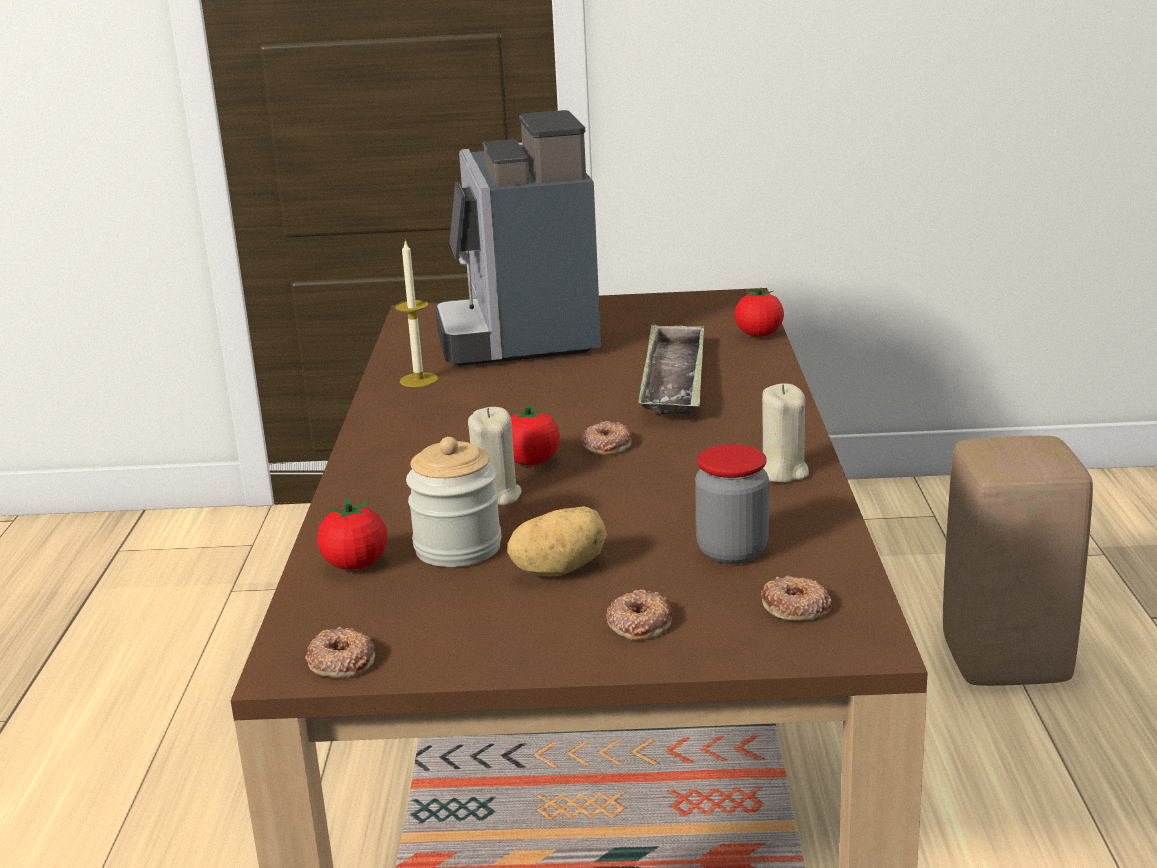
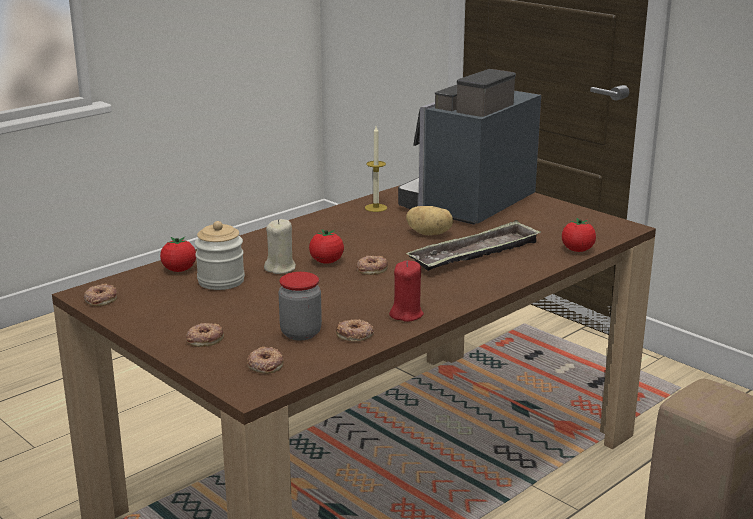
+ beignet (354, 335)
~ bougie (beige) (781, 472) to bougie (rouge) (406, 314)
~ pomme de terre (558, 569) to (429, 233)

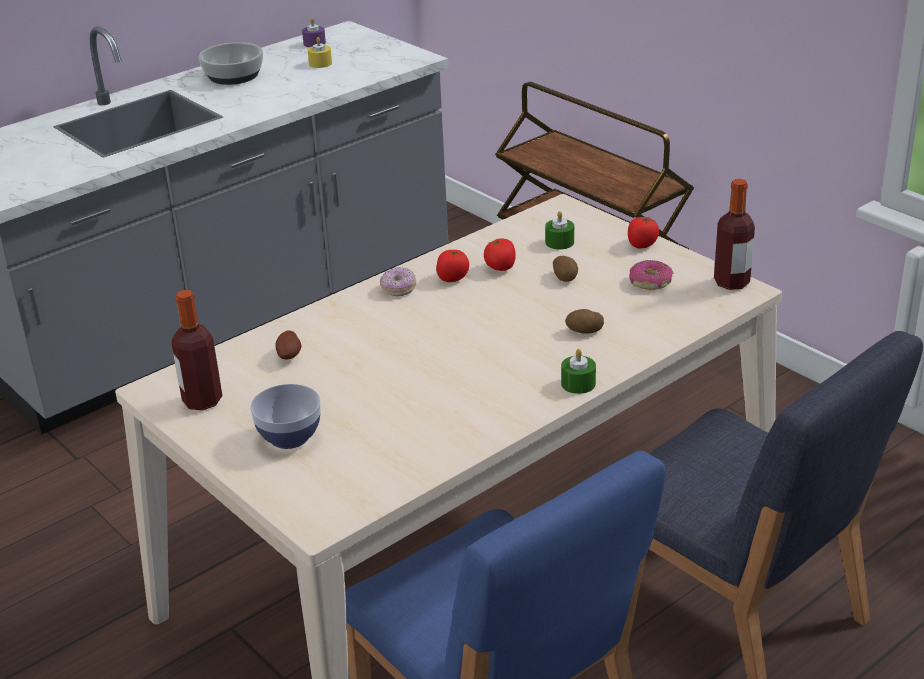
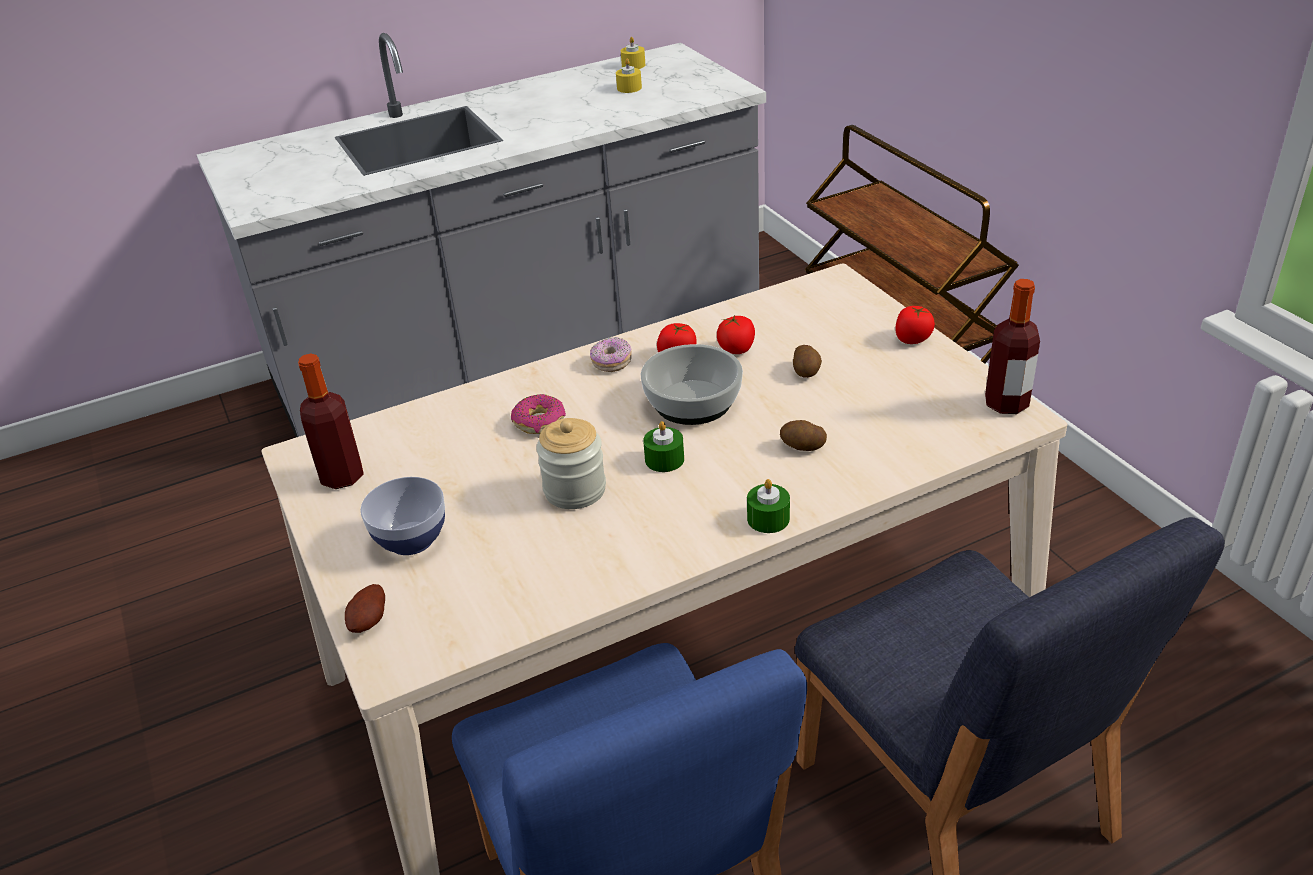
~ pomme de terre (290, 355) to (370, 621)
~ beignet (651, 282) to (539, 422)
+ bocal (575, 490)
~ bougie (violet) (314, 43) to bougie (jaune) (633, 65)
~ bol (233, 76) to (692, 403)
~ bougie (vert) (559, 242) to (664, 459)

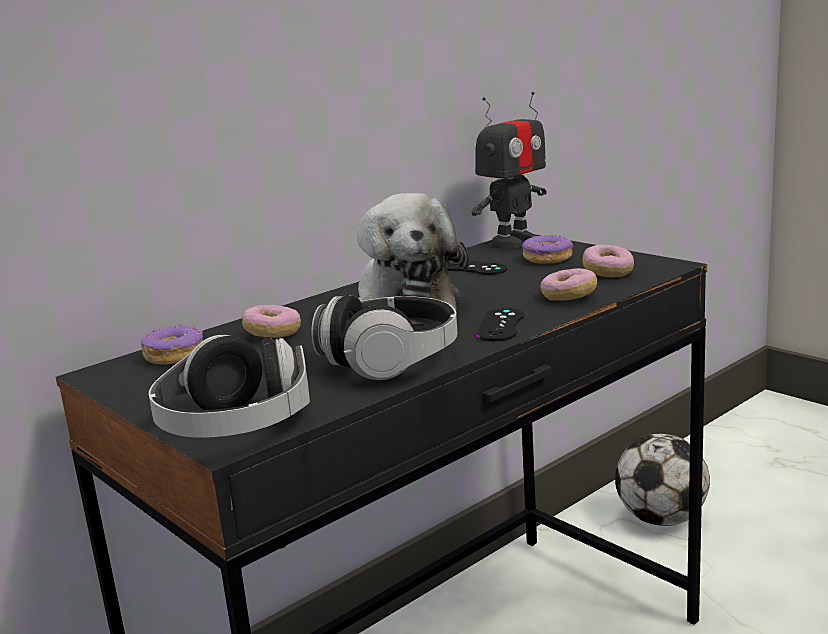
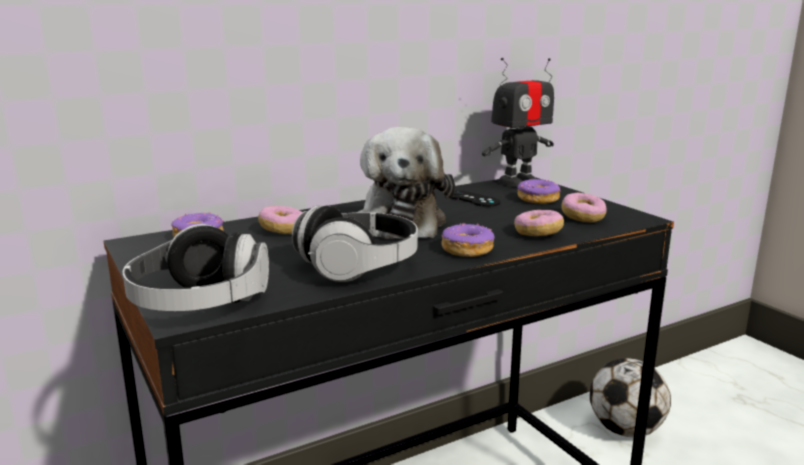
~ manette (noir) (500, 325) to beignet (466, 249)

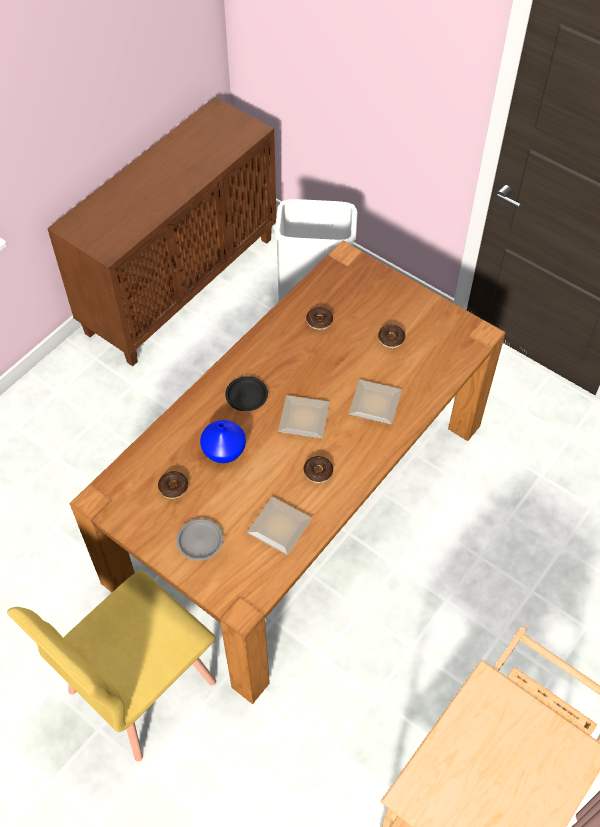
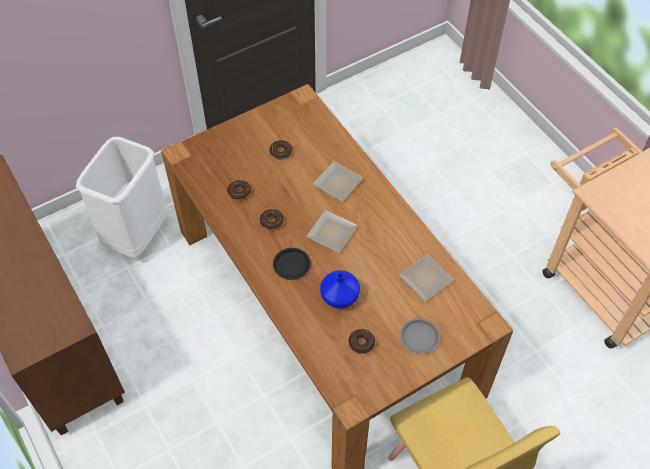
~ beignet (318, 472) to (272, 222)

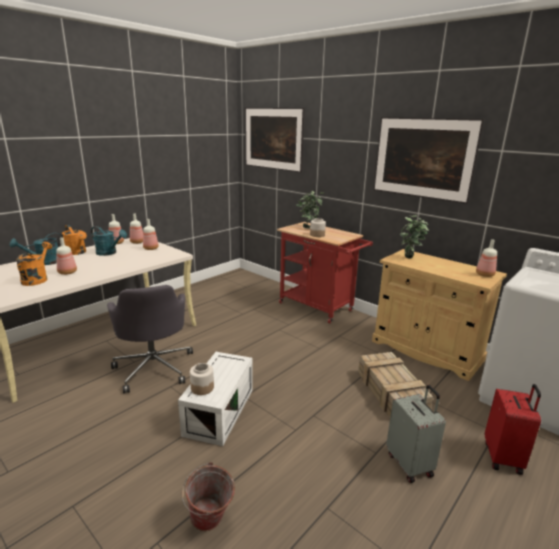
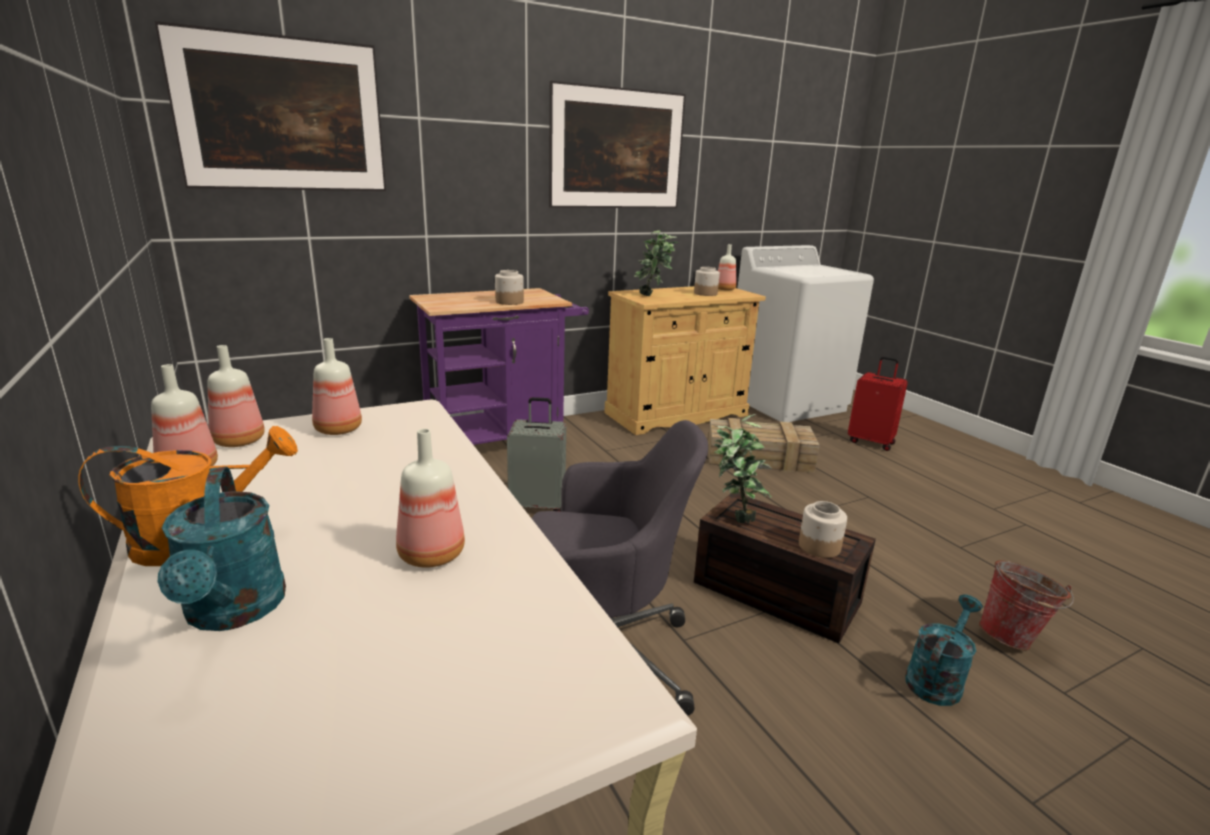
~ chariot (rouge) (319, 308) to chariot (violet) (503, 441)
~ valise (gris) (410, 464) to (538, 506)
+ bocal (706, 293)
~ boîte de rangement (blanc) (218, 410) to boîte de rangement (marron) (773, 592)
~ plante en pot (308, 227) to (735, 516)
~ arrosoir (turquoise) (109, 253) to (936, 679)
- arrosoir (orange) (37, 279)

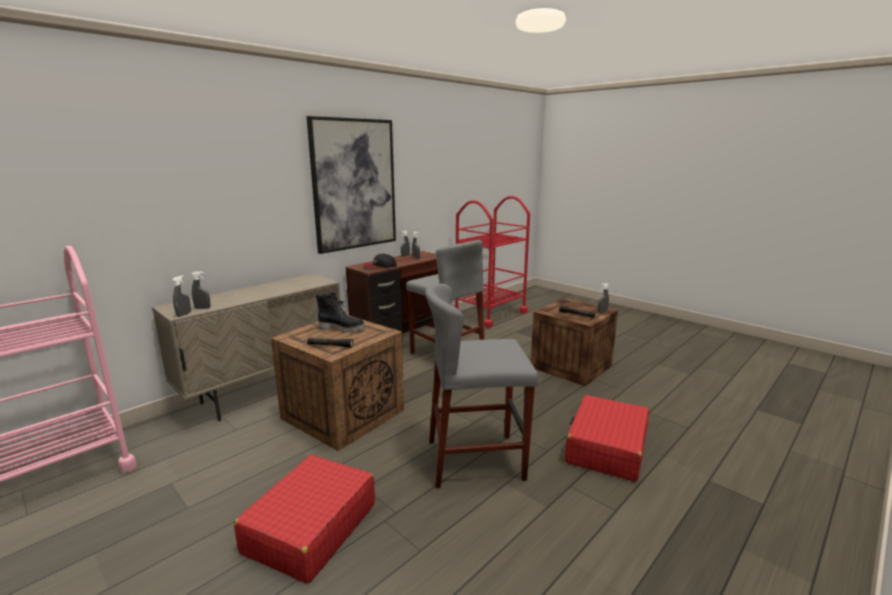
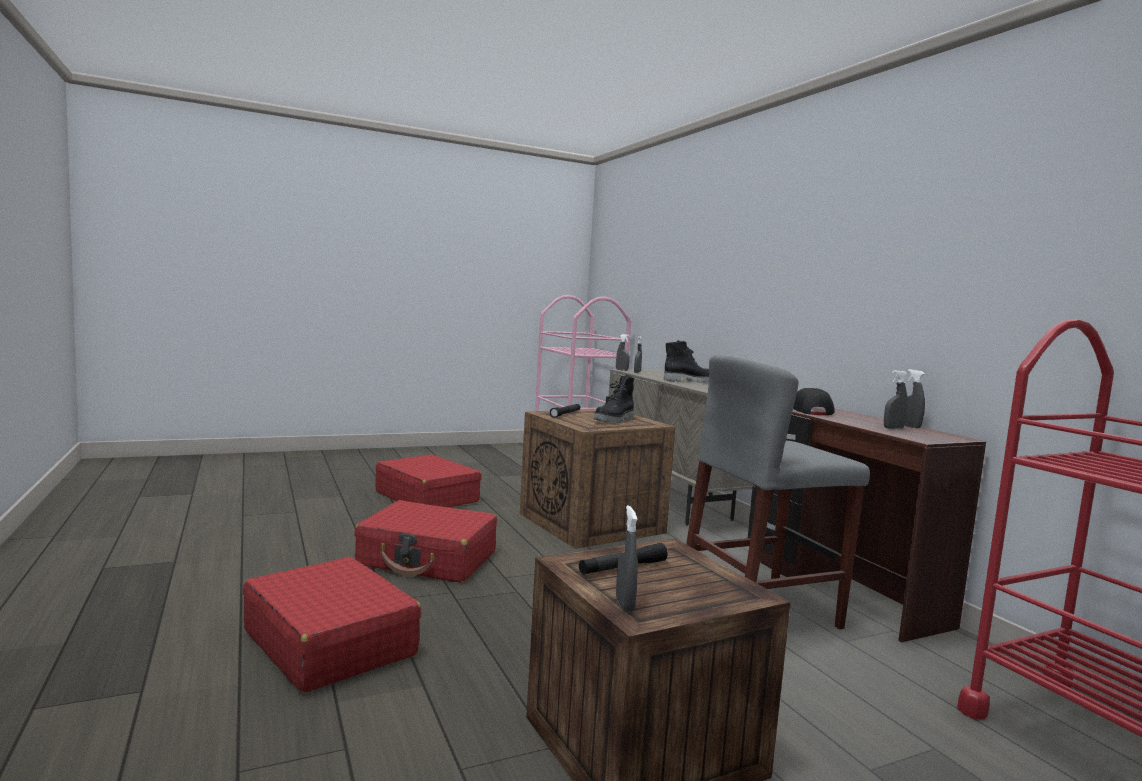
~ tabouret (gris) (475, 460) to valise (rouge) (428, 559)
+ botte (noir) (690, 381)
- tableau (354, 184)

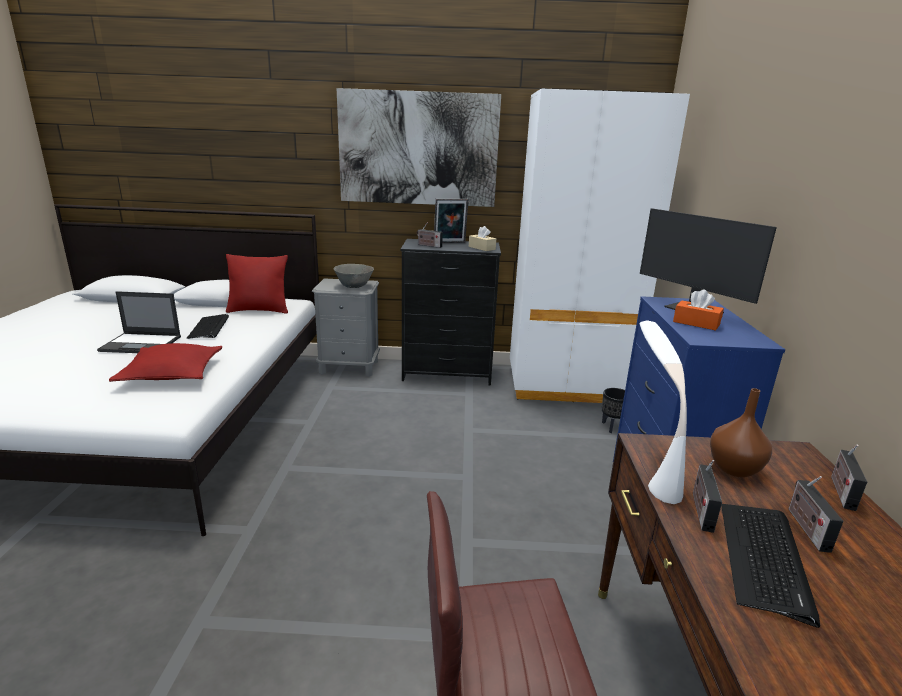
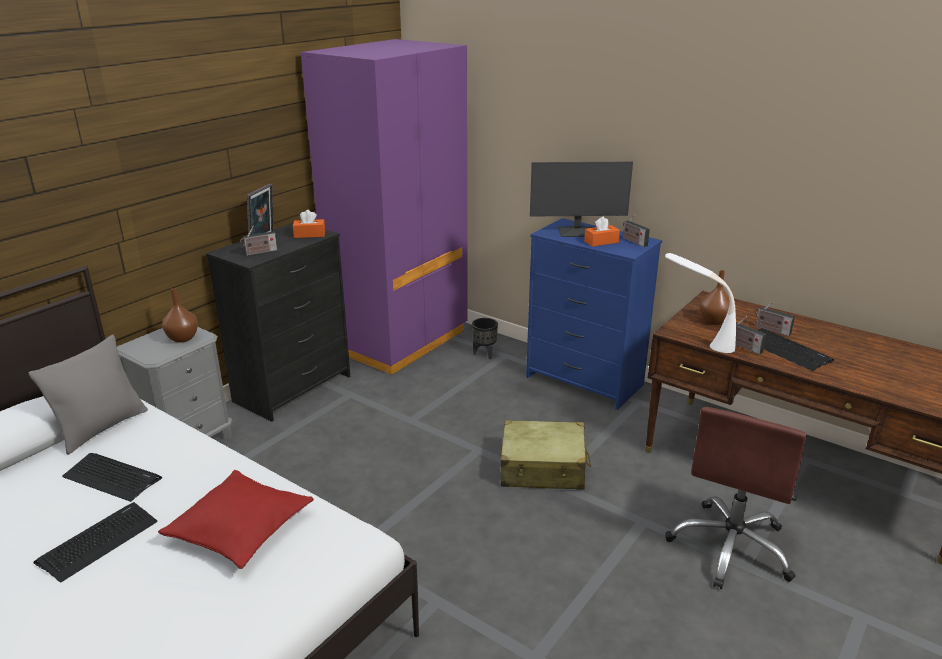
~ coussin (rouge) (259, 310) to coussin (gris) (101, 428)
~ ordinateur portable (142, 344) to clavier (98, 541)
~ bol (gris) (354, 286) to vase (marron) (182, 338)
~ boîte à mouchoirs (beige) (482, 248) to boîte à mouchoirs (orange) (309, 234)
~ armoire (blanc) (566, 385) to armoire (violet) (400, 341)
+ valise (beige) (543, 468)
~ radio (841, 491) to (633, 241)
- tableau (418, 149)

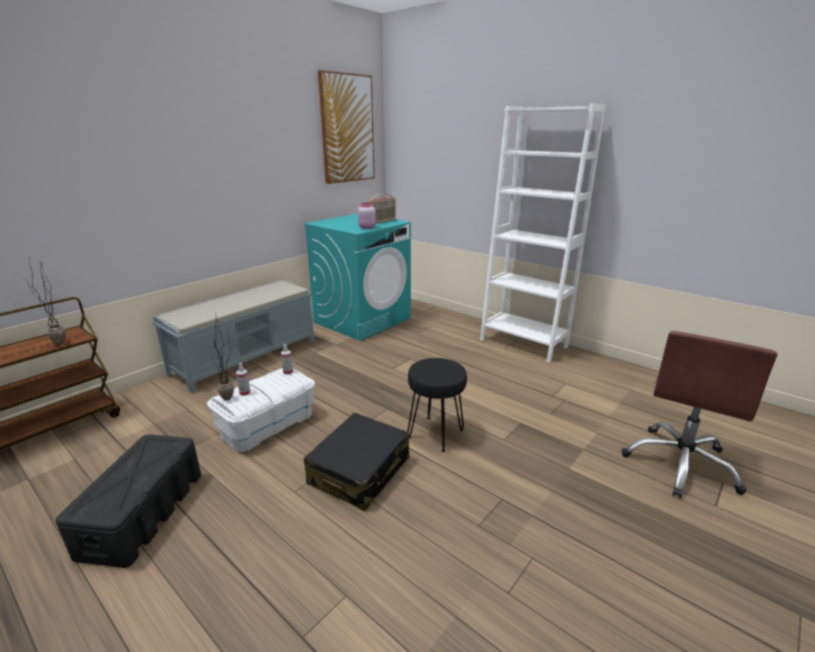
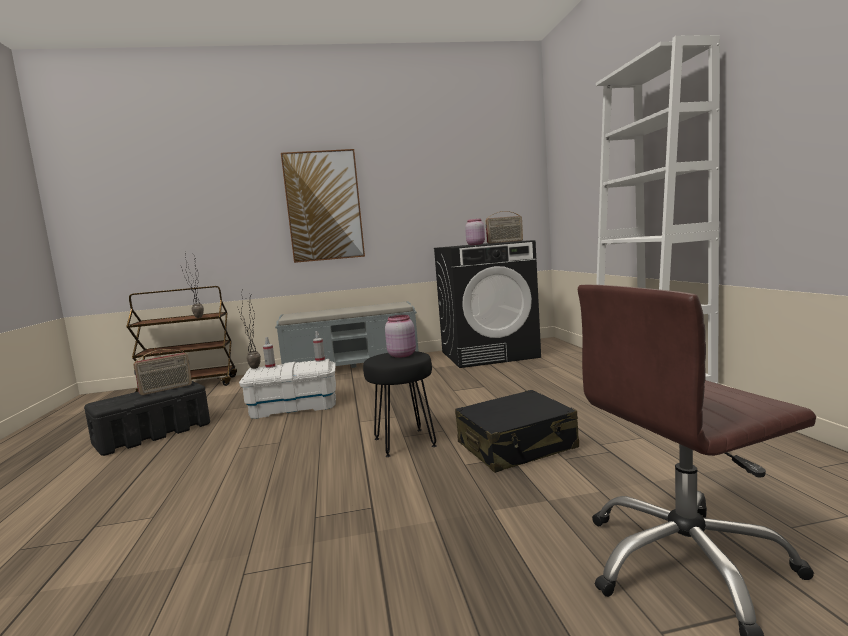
+ radio (166, 389)
~ tableau (347, 129) to (324, 206)
+ bocal (rose) (402, 355)
~ lave-linge (turquoise) (362, 320) to lave-linge (noir) (489, 354)
~ valise (noir) (360, 471) to (516, 446)

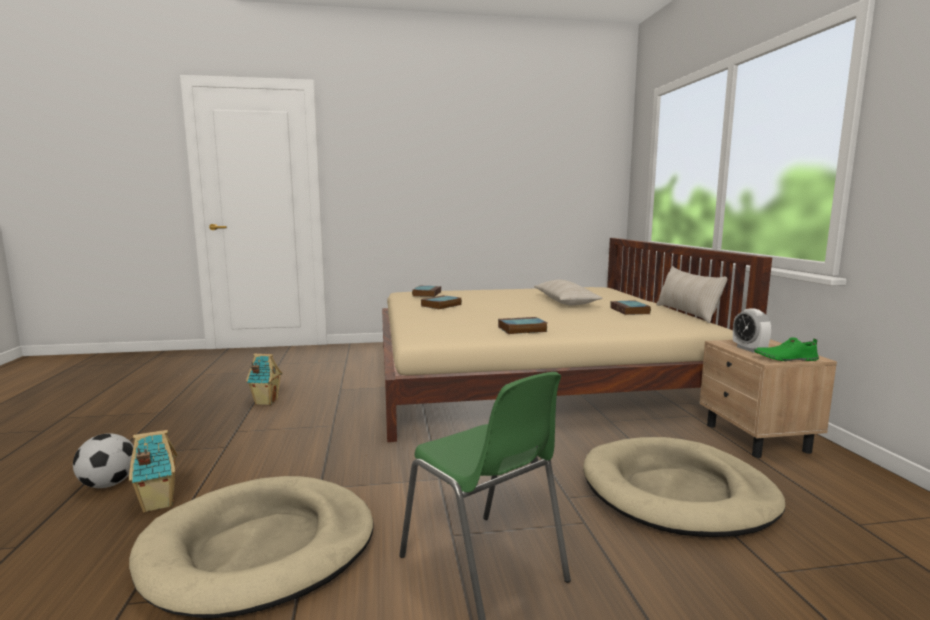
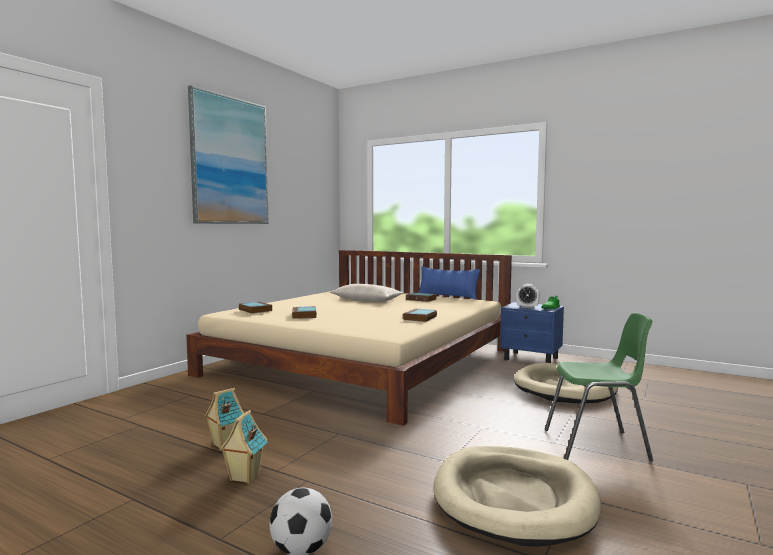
+ tableau (230, 161)
~ maison miniature (157, 503) to (244, 477)
~ coussin (beige) (687, 313) to coussin (bleu) (447, 296)
~ table de chevet (beige) (756, 438) to table de chevet (bleu) (531, 359)

